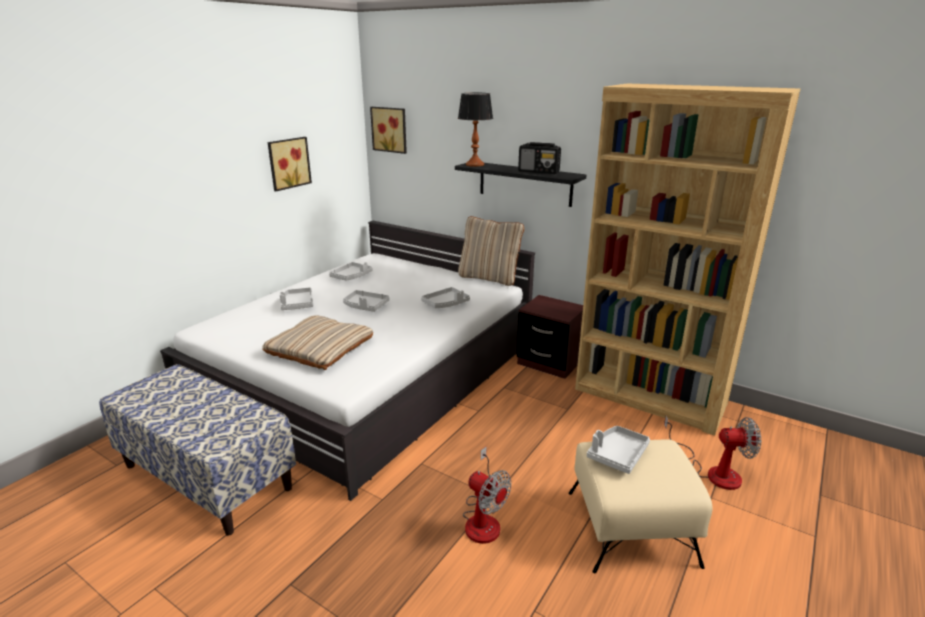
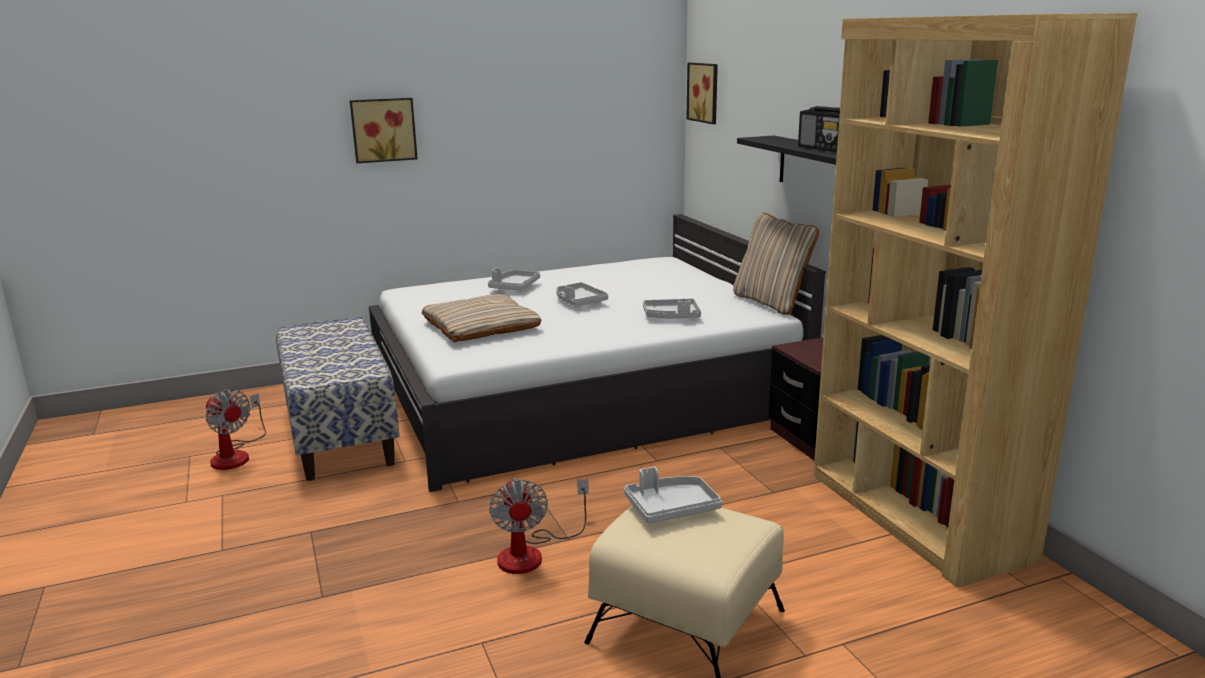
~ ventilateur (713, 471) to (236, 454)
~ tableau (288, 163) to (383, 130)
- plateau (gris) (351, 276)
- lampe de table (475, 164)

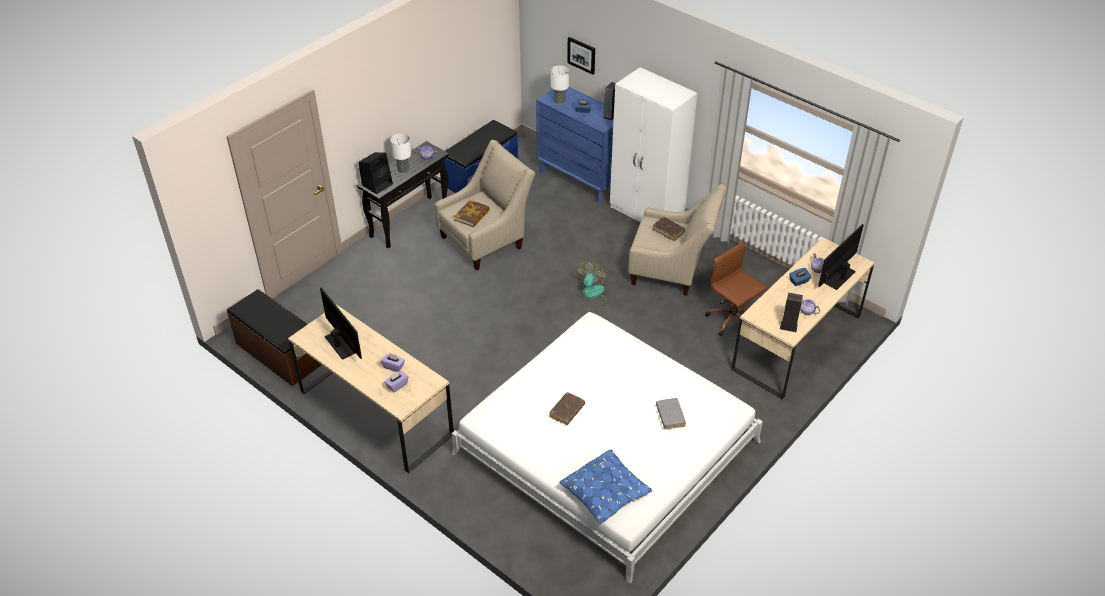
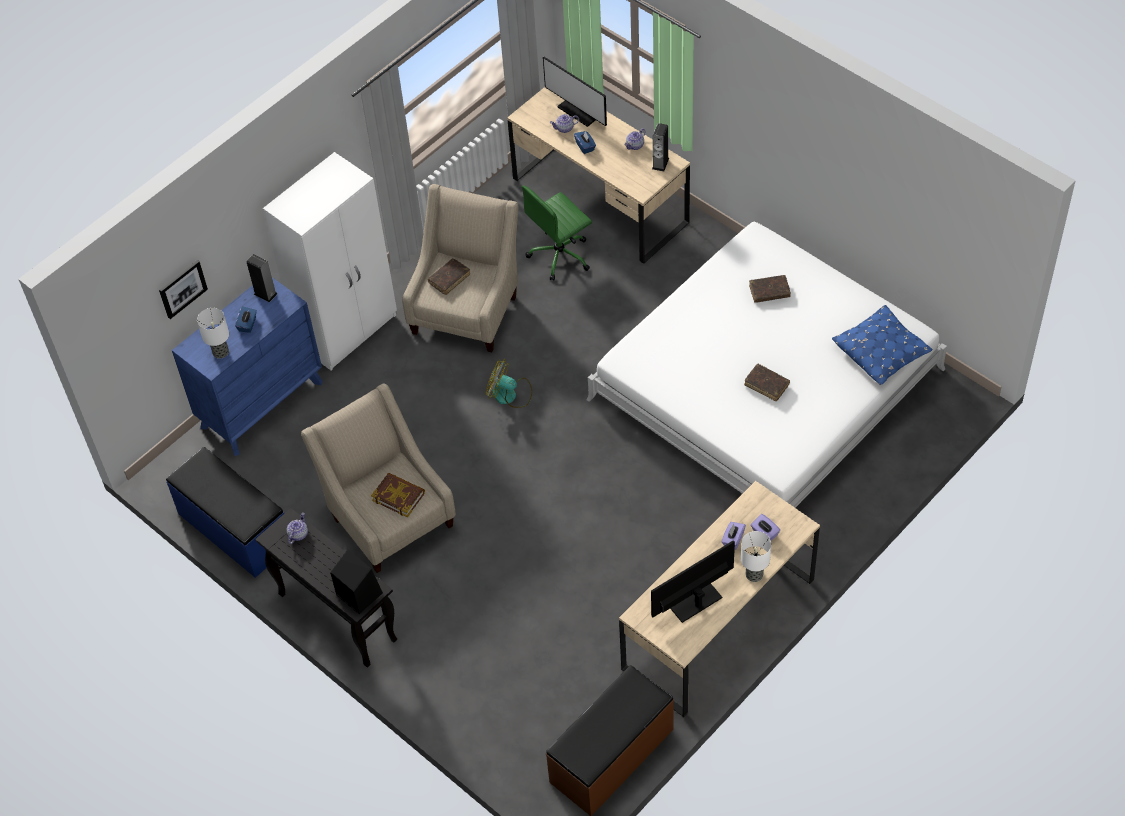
~ chaise de bureau (marron) (733, 320) to chaise de bureau (vert) (560, 255)
~ lampe de table (403, 170) to (754, 574)
~ livre (gris) (670, 416) to livre (marron) (769, 292)

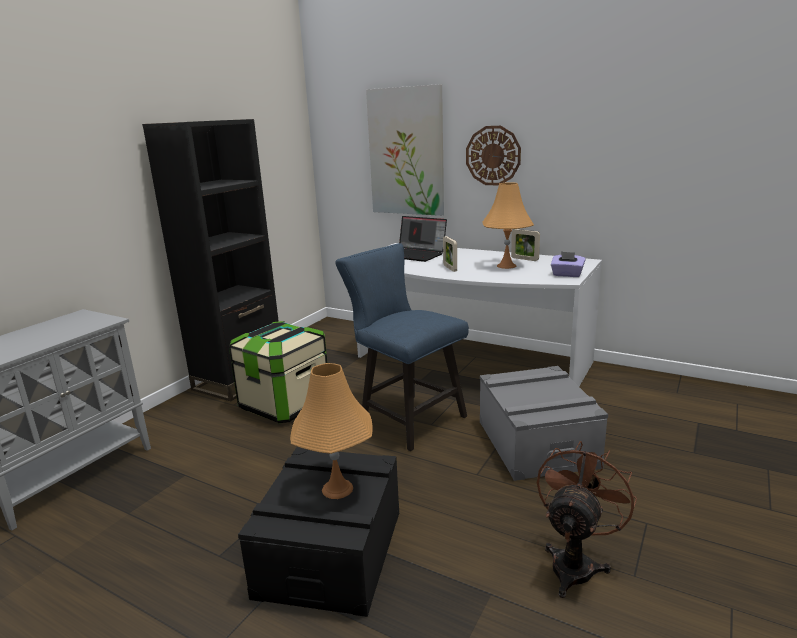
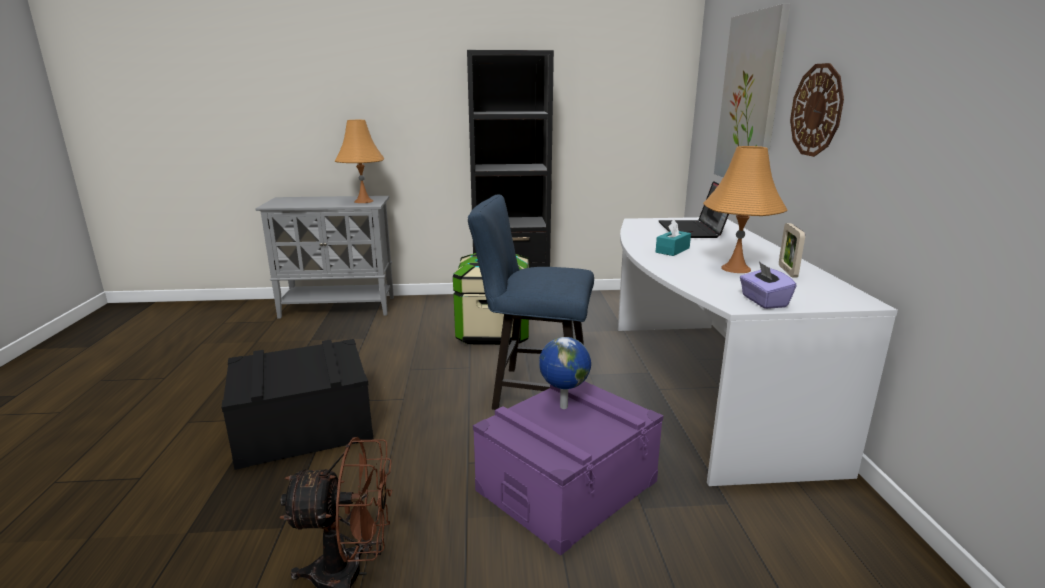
~ lampe de table (orange) (337, 489) to (363, 201)
~ chaise (bleu) (406, 418) = (533, 391) 90 degrees counterclockwise
~ boîte de rangement (gris) (536, 443) to boîte de rangement (violet) (567, 485)
+ globe (562, 407)
~ cadre photo (450, 268) to boîte à mouchoirs (turquoise) (672, 250)

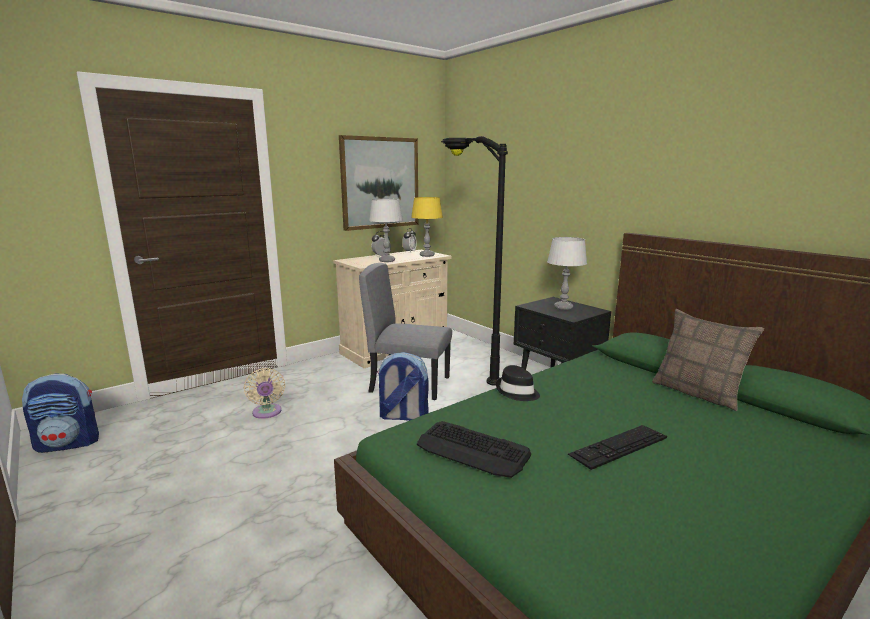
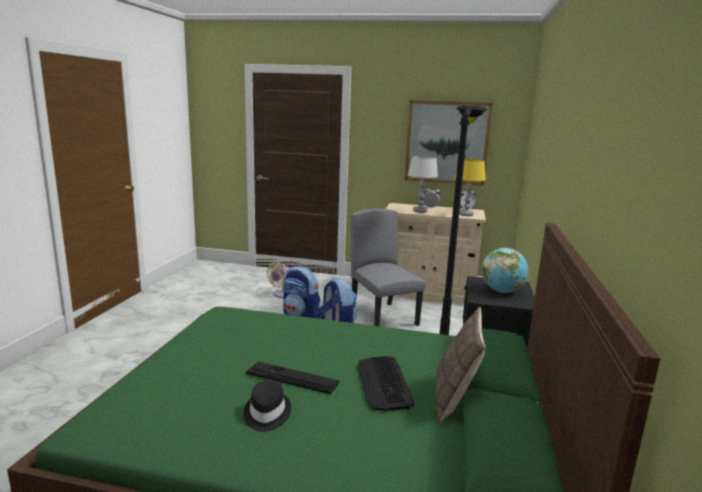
~ chapeau (noir) (517, 392) to (266, 414)
~ sac à dos (69, 443) to (301, 316)
~ clavier (472, 450) to (383, 383)
~ lampe de table (gris) (563, 307) to globe (502, 291)

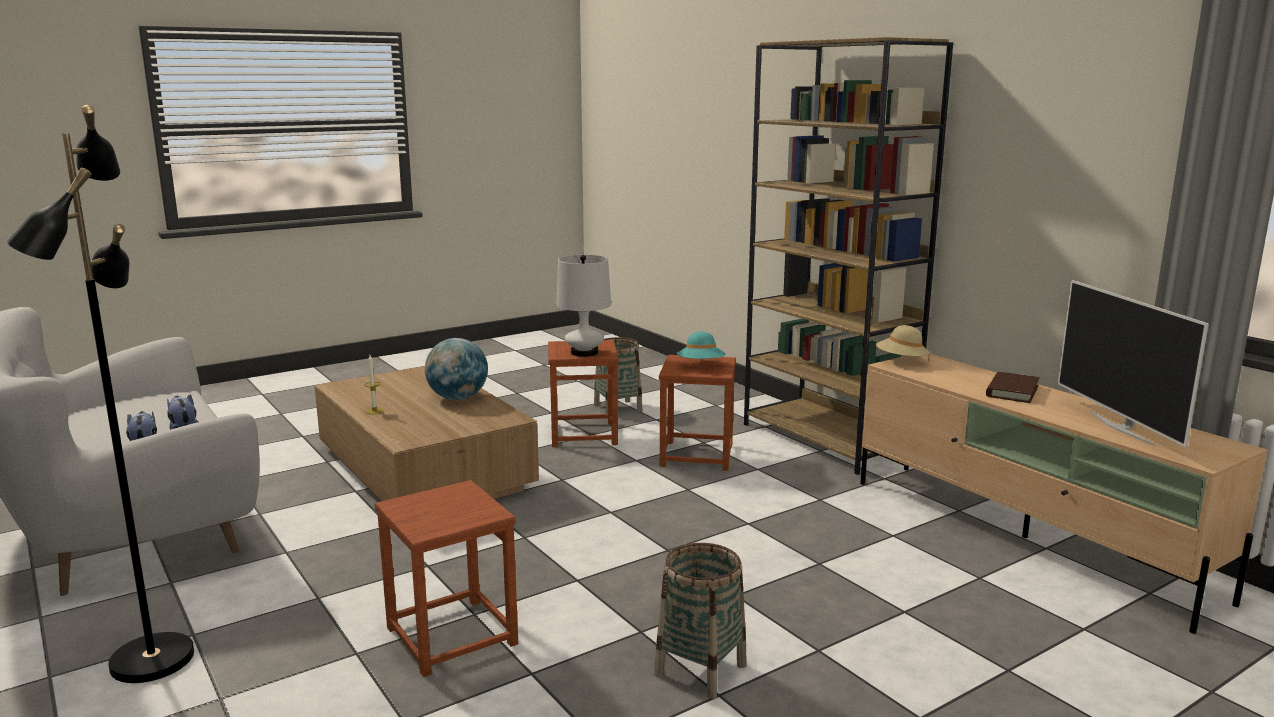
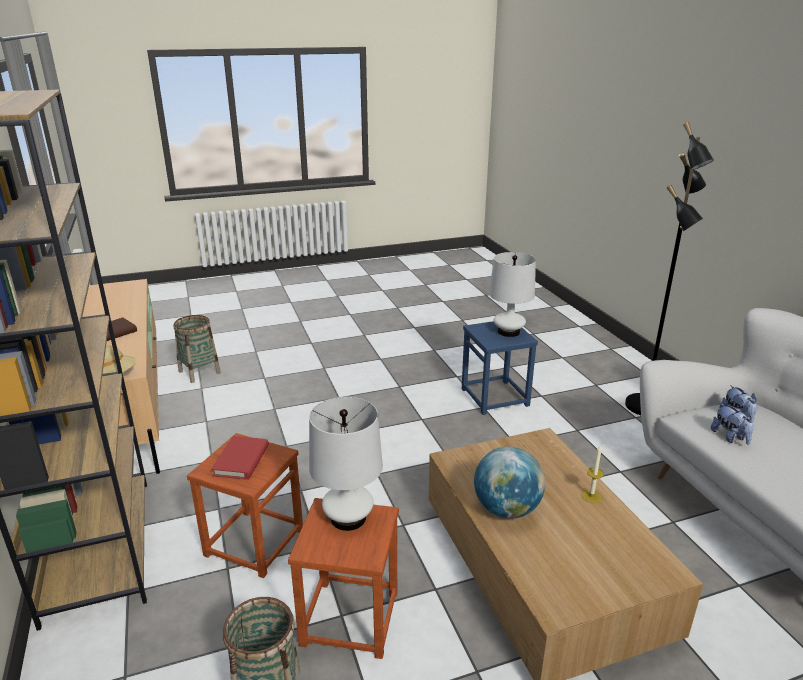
~ panier (700, 670) to (199, 372)
~ chapeau (turquoise) (701, 365) to livre (rouge) (241, 460)
~ tabouret (marron) (450, 636) to tabouret (bleu) (495, 397)
+ lampe de table (blanc) (508, 332)
- téléviseur (1121, 427)

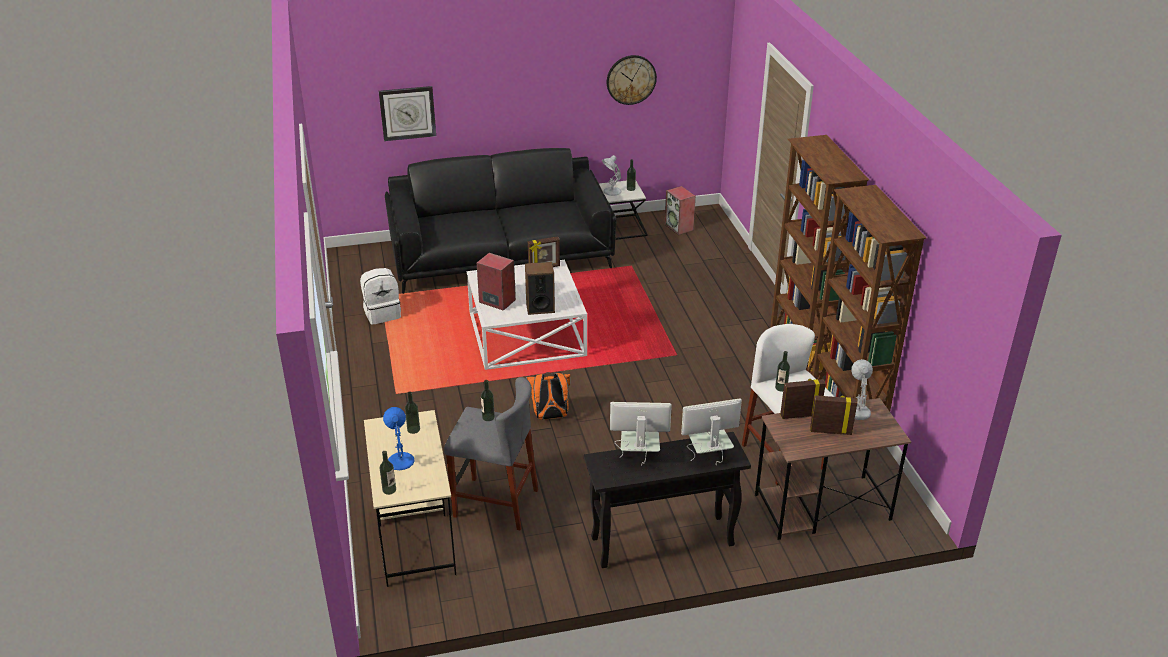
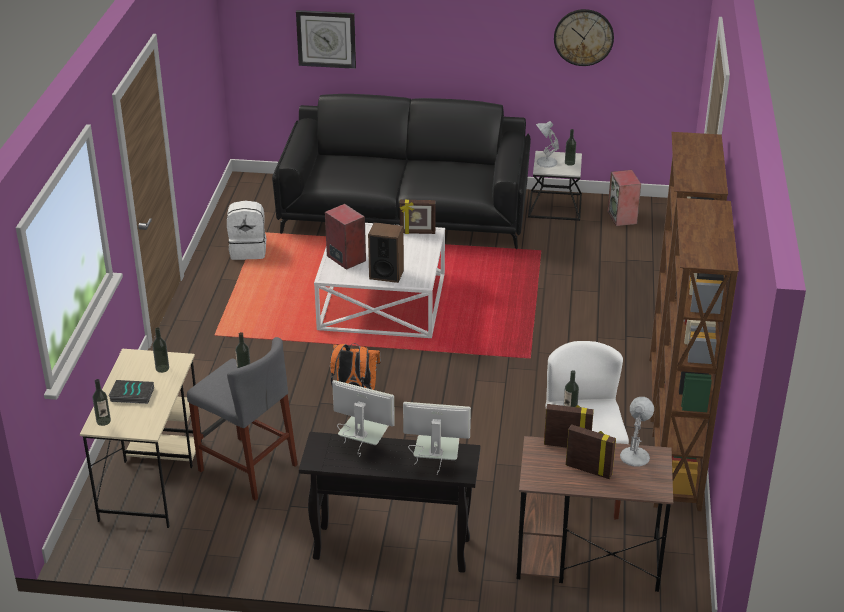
~ lampe de table (bleu) (400, 460) to livre (131, 395)

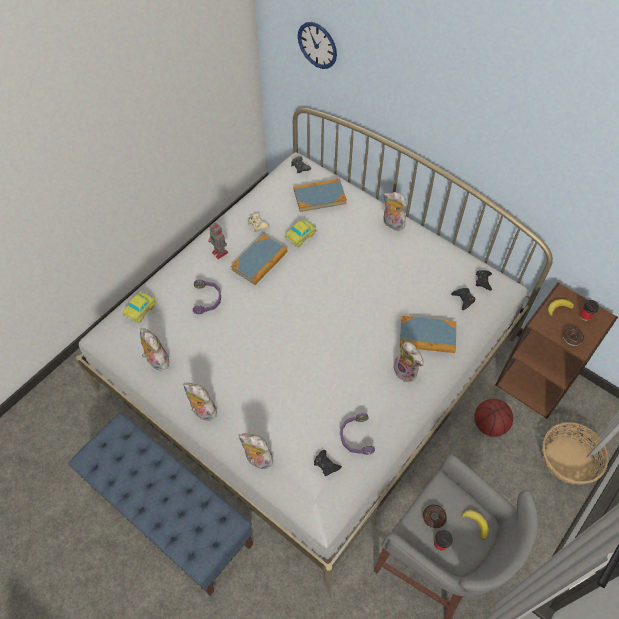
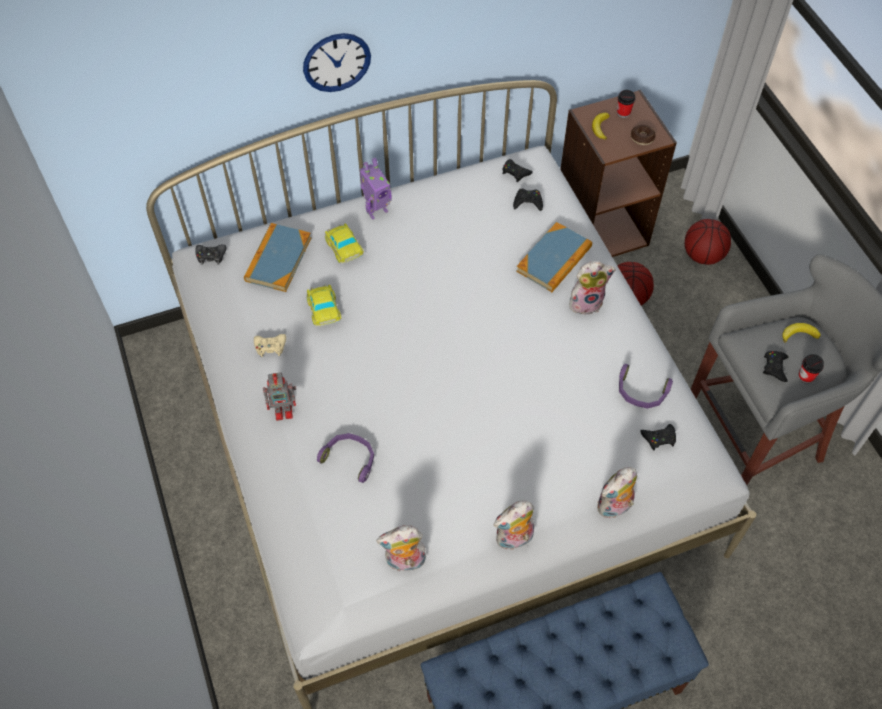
~ horloge murale (317, 45) to (336, 62)
~ petite voiture (140, 308) to (343, 246)
~ peluche (392, 224) to robot jouet (376, 211)
~ panier (568, 459) to ballon de basket (702, 255)
~ beignet (433, 517) to manette (noir) (775, 367)
- livre (259, 261)

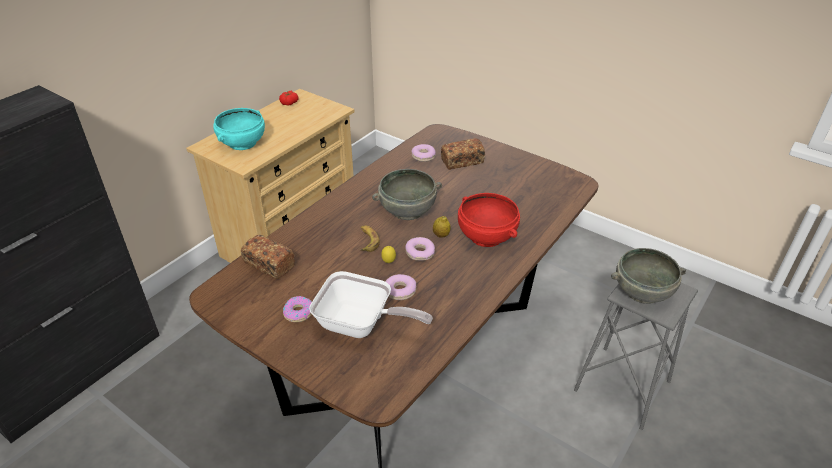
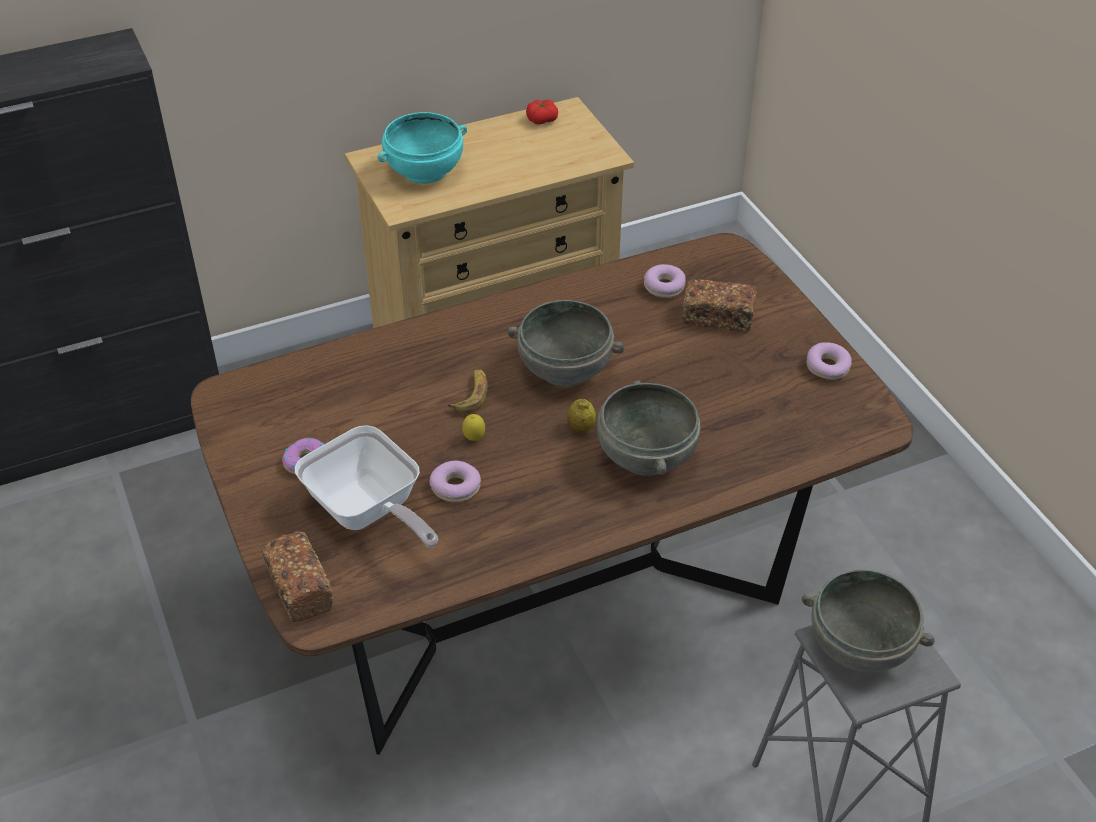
~ pain (269, 264) to (299, 588)
~ bol (rouge) (485, 236) to bol (gris) (644, 456)
~ beignet (420, 253) to (827, 367)

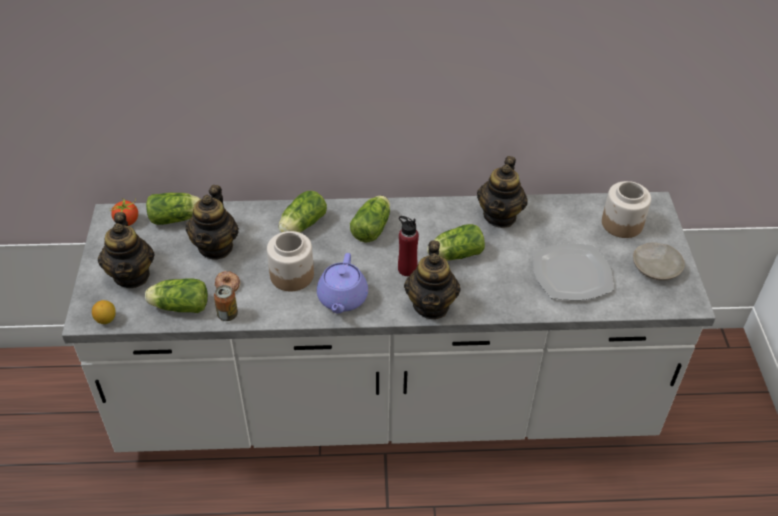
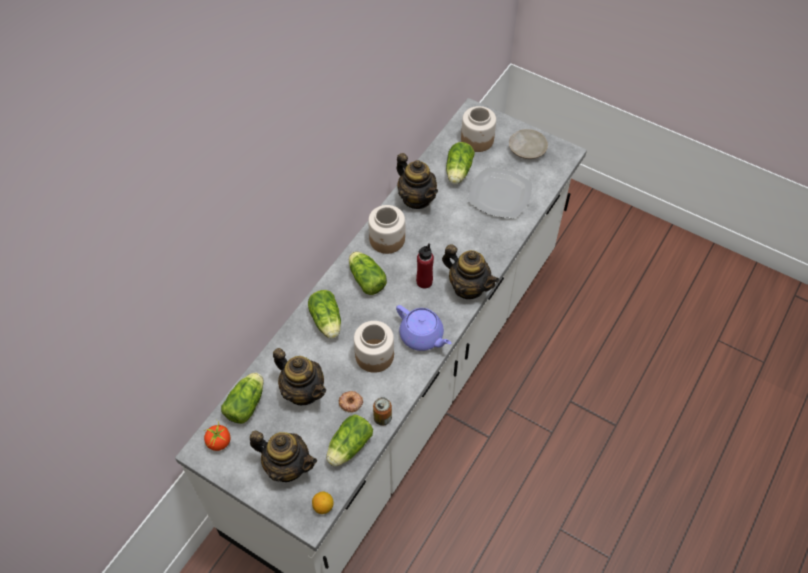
+ bocal (387, 240)
~ laitue (454, 255) to (458, 172)

